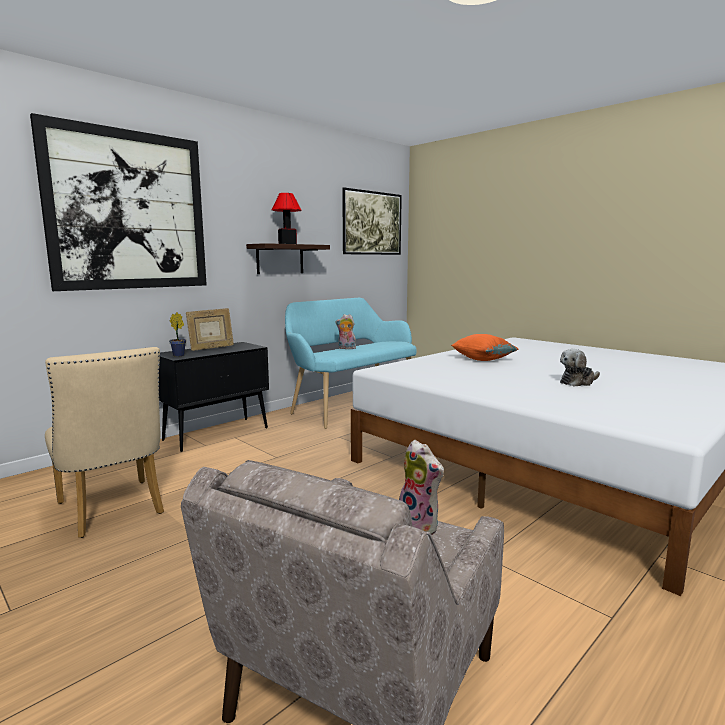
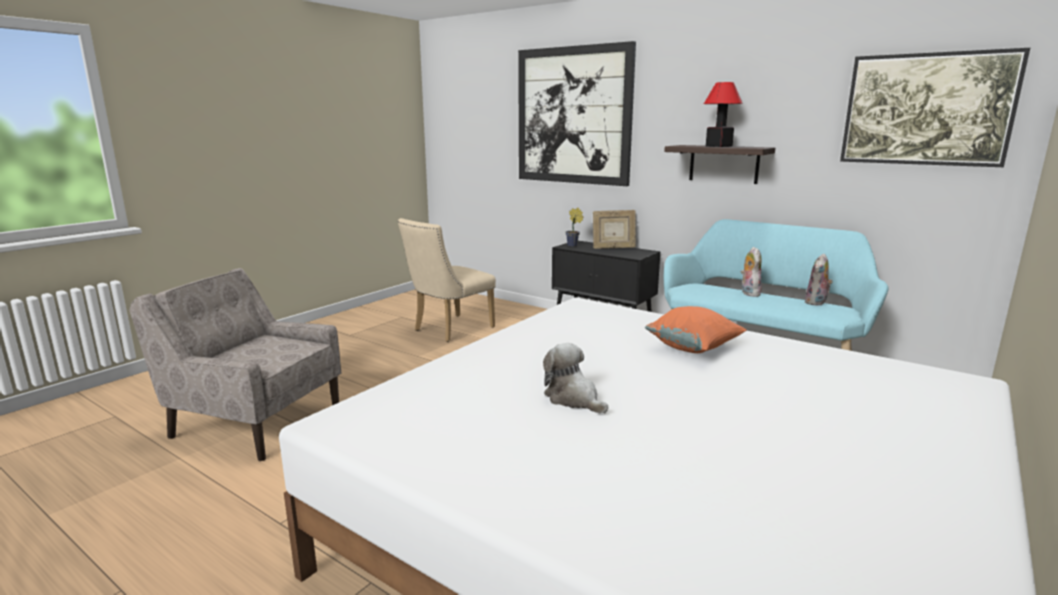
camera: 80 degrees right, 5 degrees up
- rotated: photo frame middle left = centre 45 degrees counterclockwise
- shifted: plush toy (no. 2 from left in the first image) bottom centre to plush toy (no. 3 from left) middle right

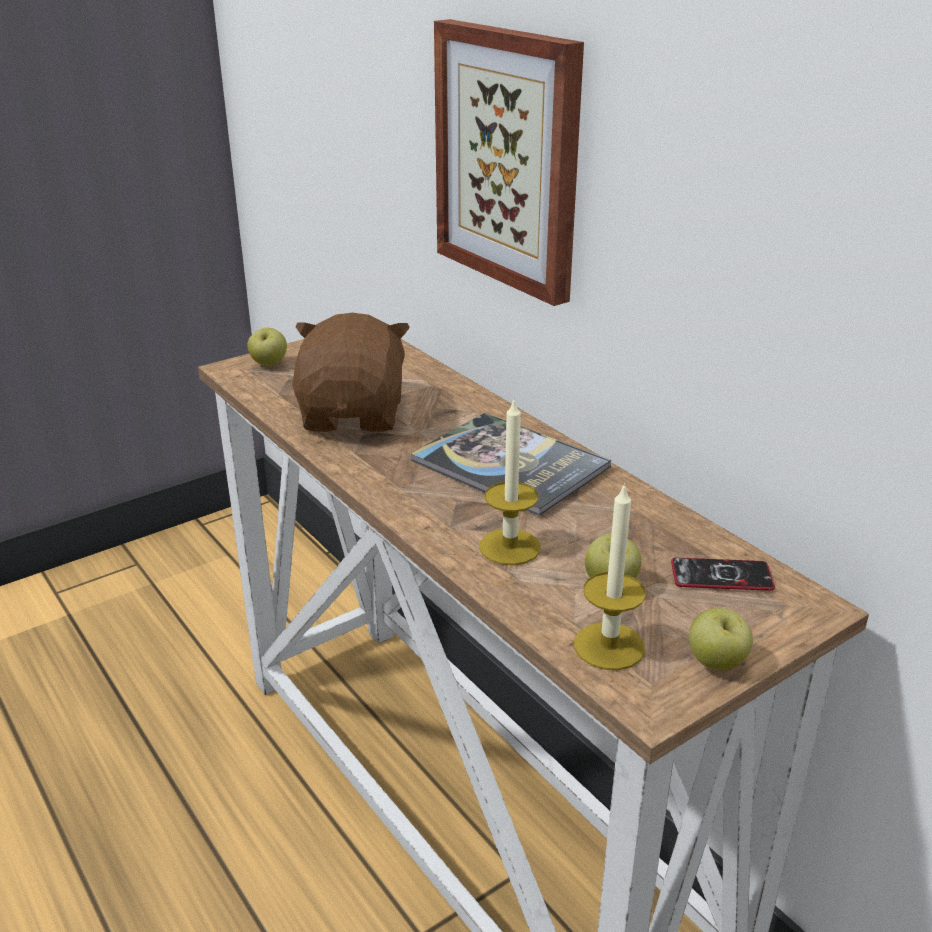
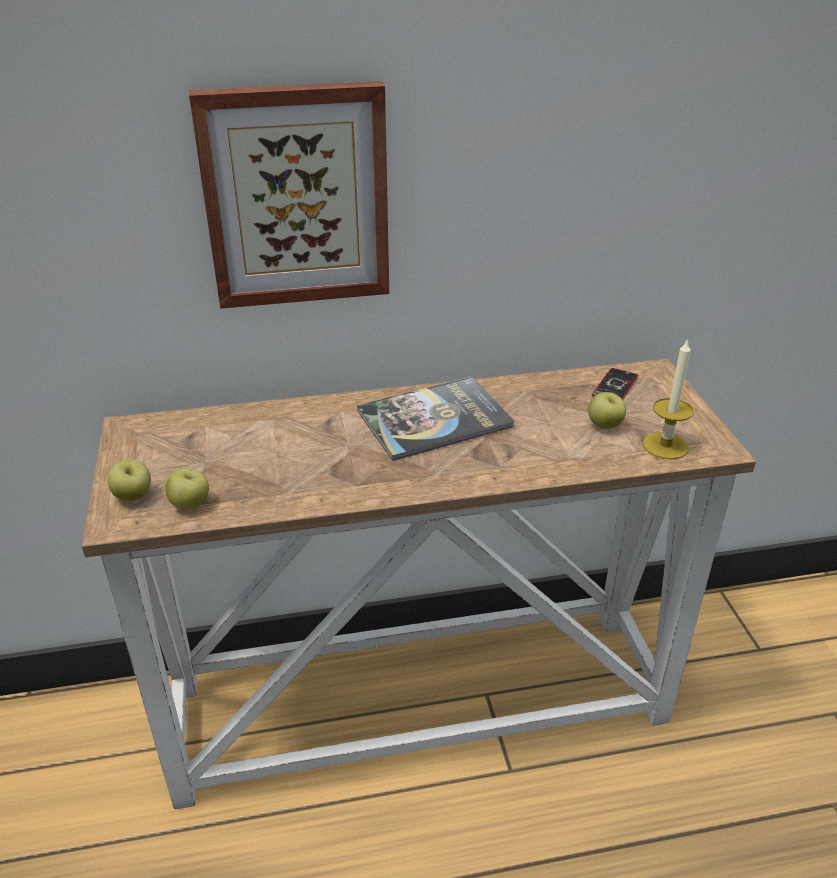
camera: 65 degrees left, 5 degrees up
- gone: brown plush toy centre
- gone: candle (no. 1 from left) centre
- shifted: whole apple (no. 3 from left in the first image) bottom right to whole apple (no. 2 from left) middle left

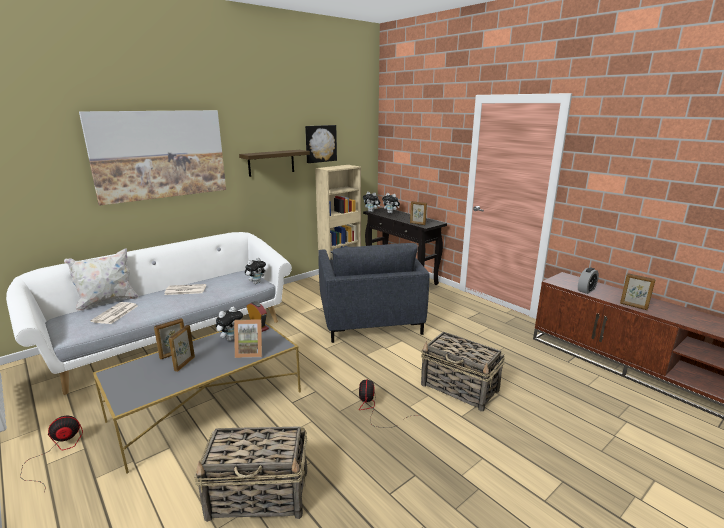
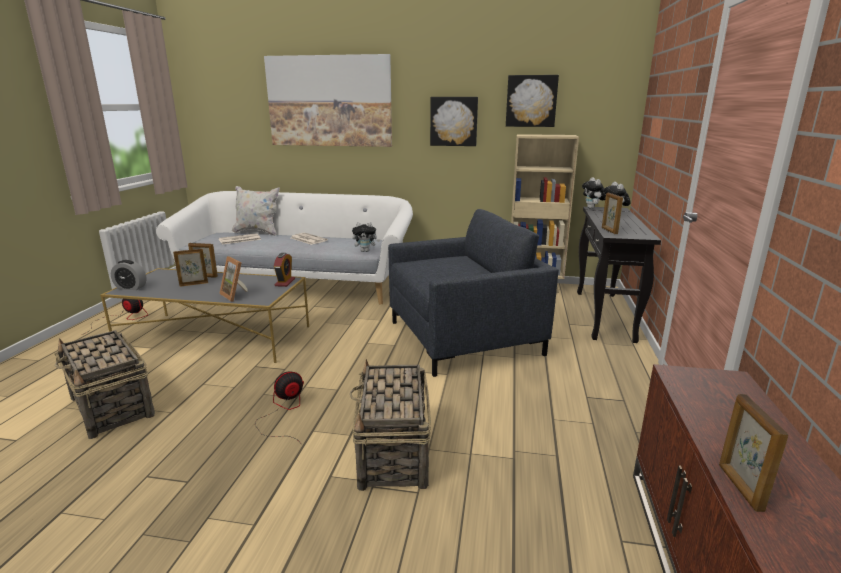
camera: 50 degrees right, 0 degrees up
- gone: plush toy (no. 1 from left) middle left
- swapped: wall shelf top centre to wall art (no. 2 from left) top centre
- rotated: greyish lounge chair centre = centre 150 degrees counterclockwise
- shifted: bedside clock (no. 2 from left in the first image) middle right to bedside clock (no. 1 from left) middle left

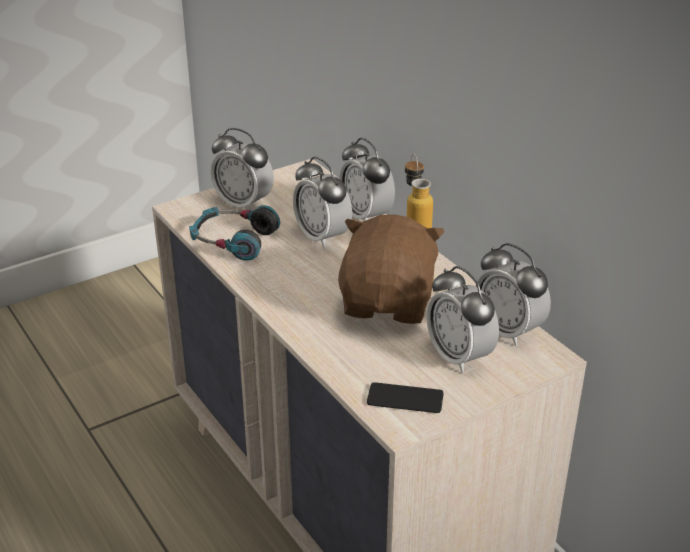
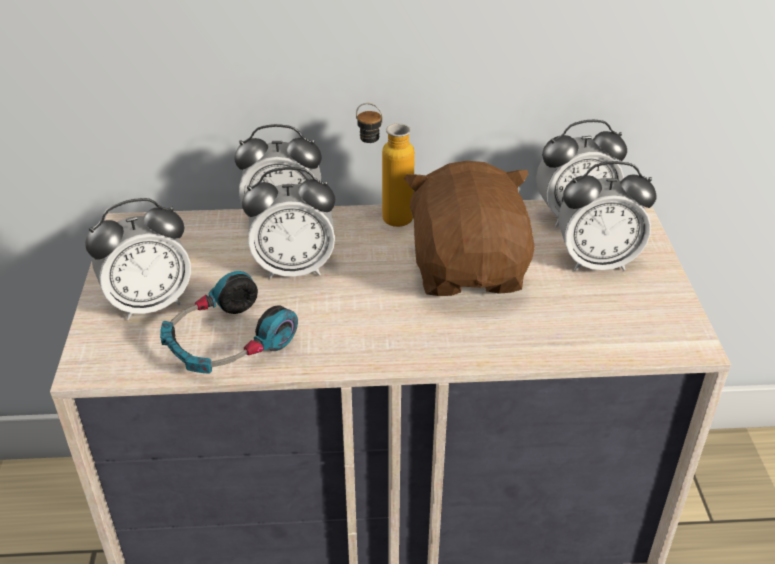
camera: 60 degrees left, 5 degrees up
- rotated: brown plush toy centre = centre 45 degrees clockwise
- gone: phone bottom centre

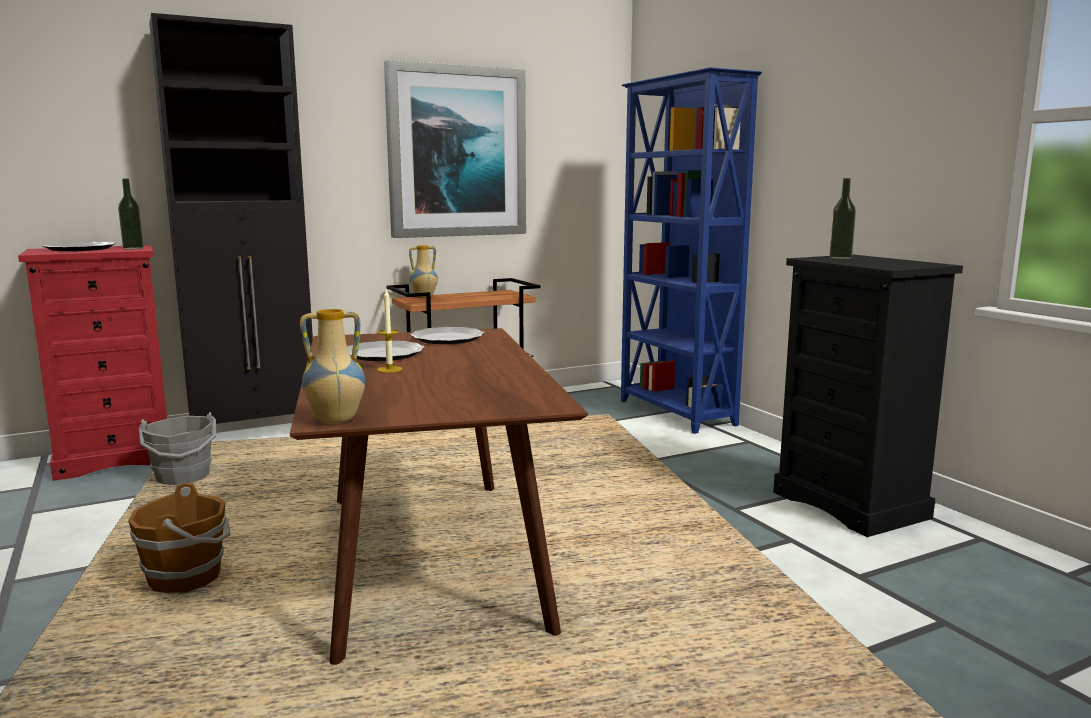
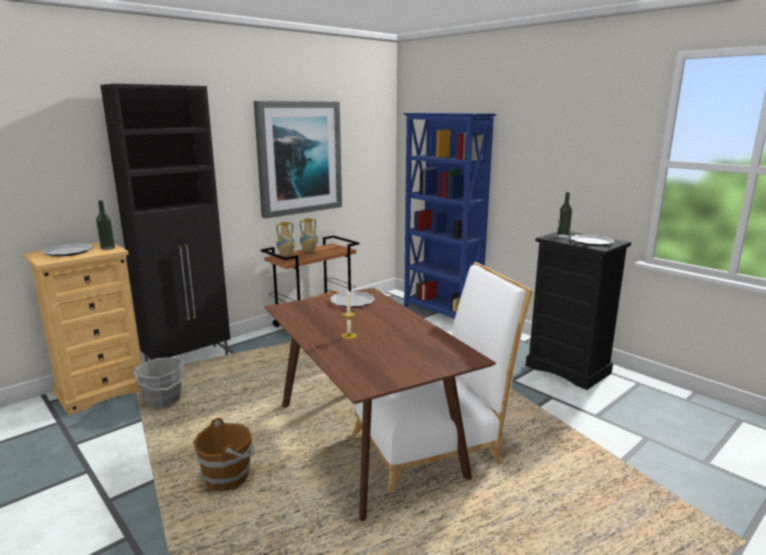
camera: 15 degrees left, 5 degrees up
- repainted: red-coloured dresser middle left to beige dresser middle left
- shifted: vase (no. 1 from left in the first image) middle left to vase (no. 2 from left) centre
- shifted: dinner plate (no. 2 from left in the first image) centre to dinner plate (no. 3 from left) middle right
- new: white-coloured chair bottom centre

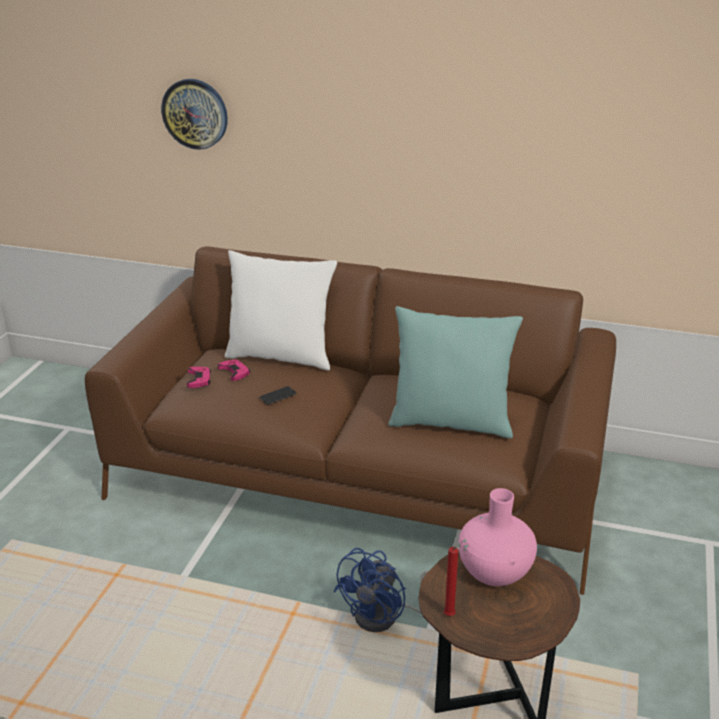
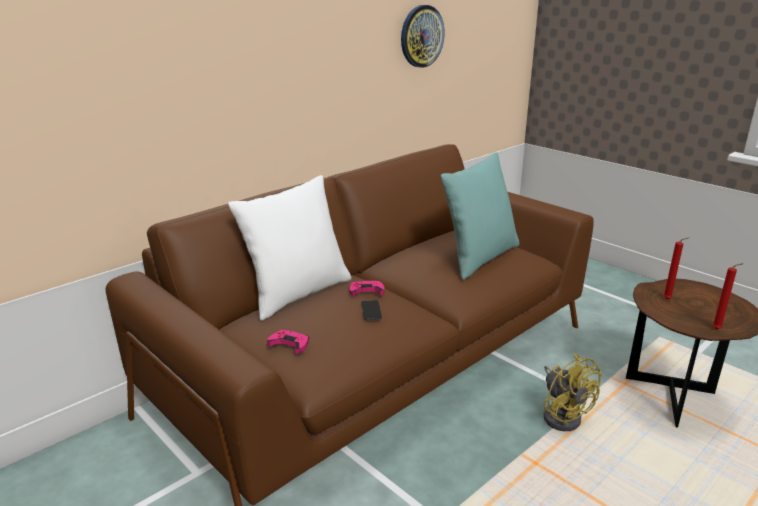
camera: 60 degrees left, 5 degrees down
- shifted: clock on the wall top left to top centre
- shifted: pink joypad (no. 2 from left) middle left to centre
- repainted: blue-coloured cooling fan bottom centre to yellow cooling fan bottom right
- swapped: pink vase bottom right to red-coloured candle (no. 1 from left) middle right

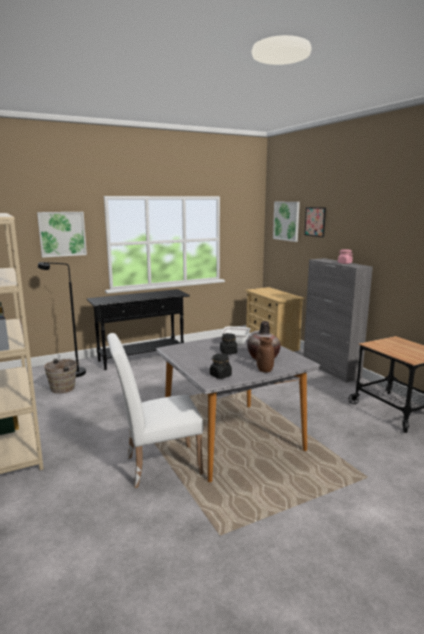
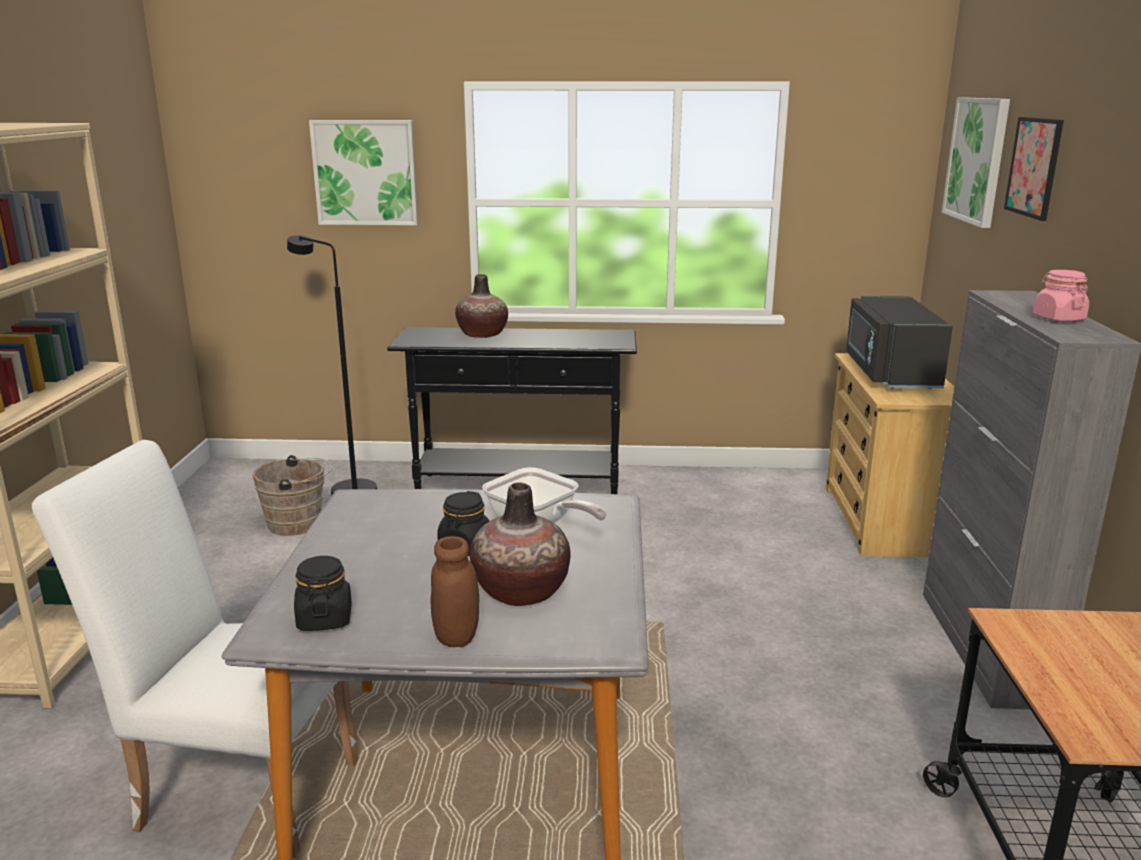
camera: 30 degrees right, 5 degrees up
- new: vase (no. 1 from left) centre
- new: blackish kitchen microwave middle right

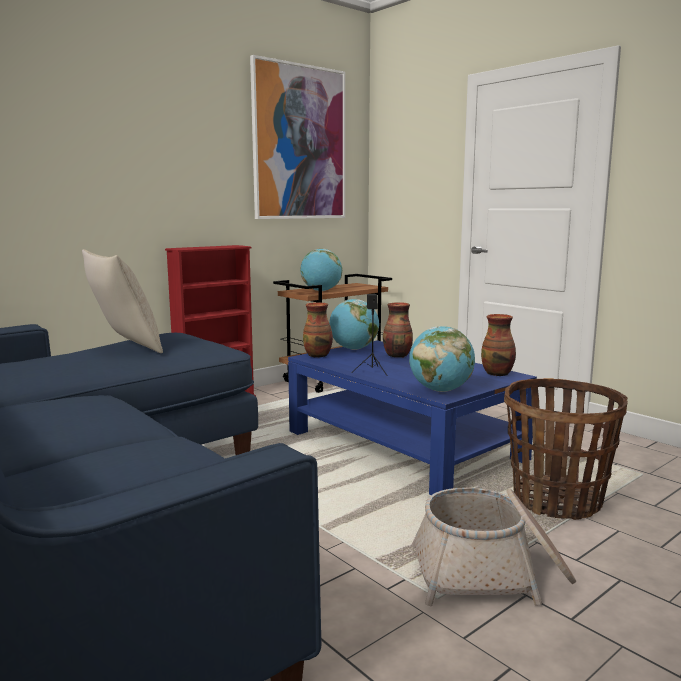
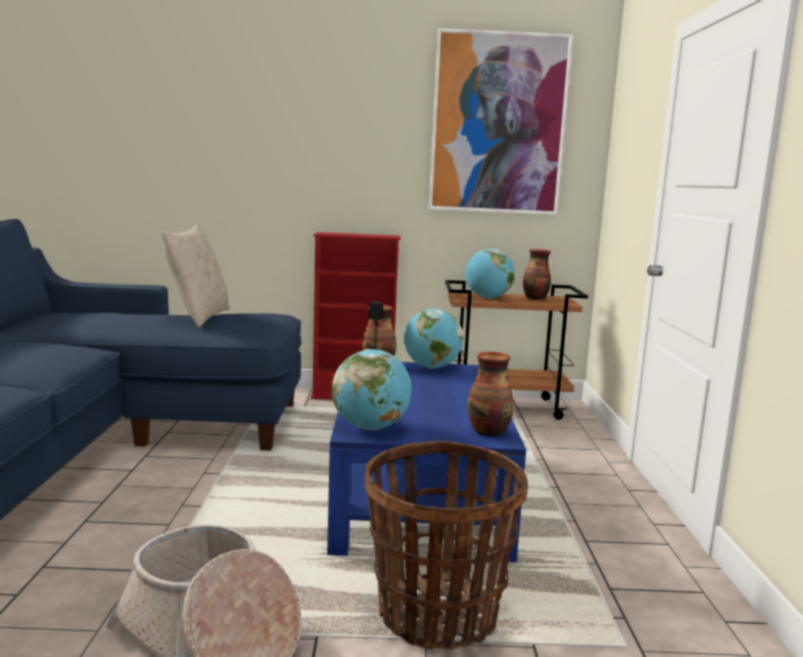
camera: 40 degrees right, 0 degrees up
- shifted: vase (no. 2 from left in the first image) centre to vase (no. 3 from left) middle right

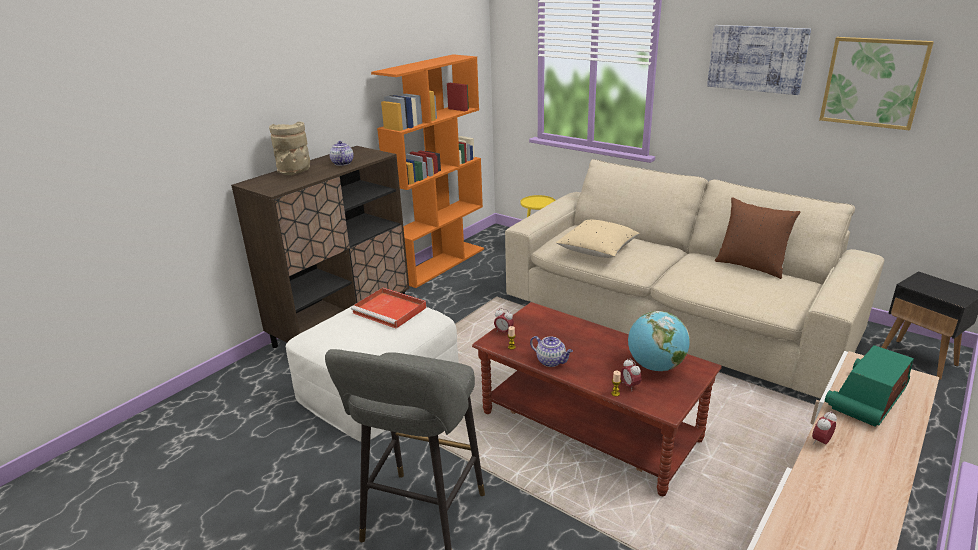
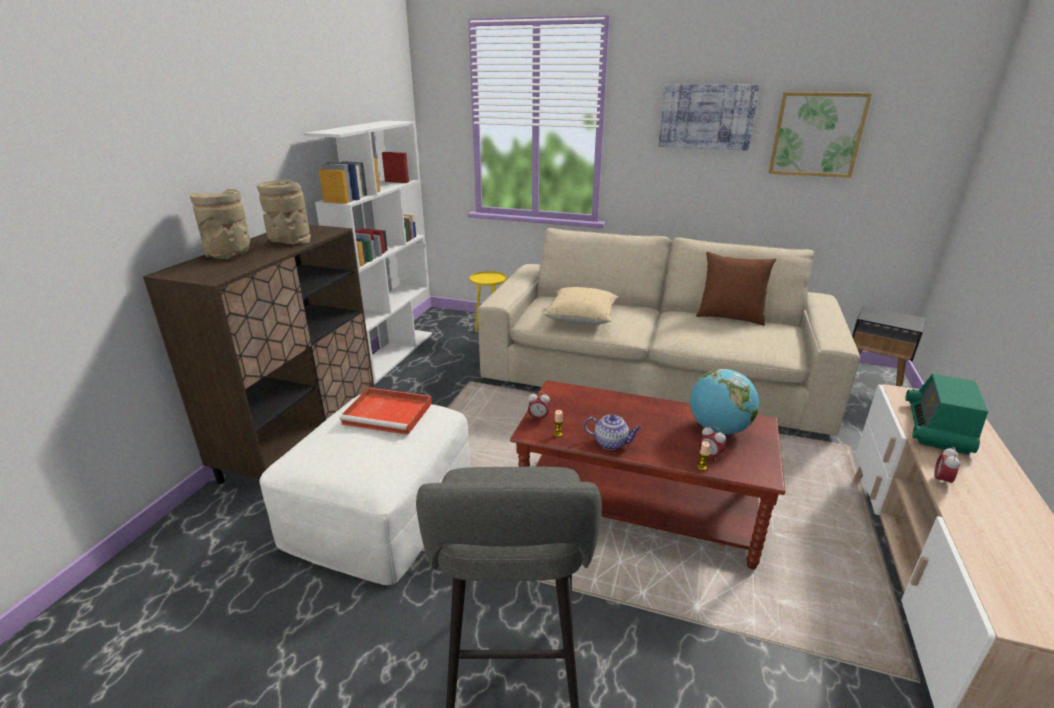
camera: 20 degrees left, 0 degrees up
- swapped: tea pot (no. 1 from left) top centre to beige vase (no. 2 from left) top left
- repainted: orange bookcase top centre to white-coloured bookcase centre

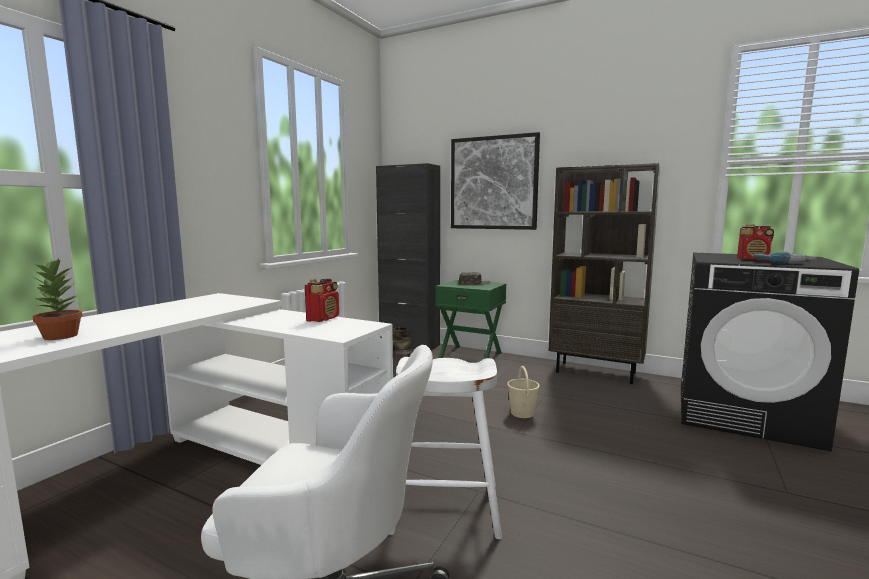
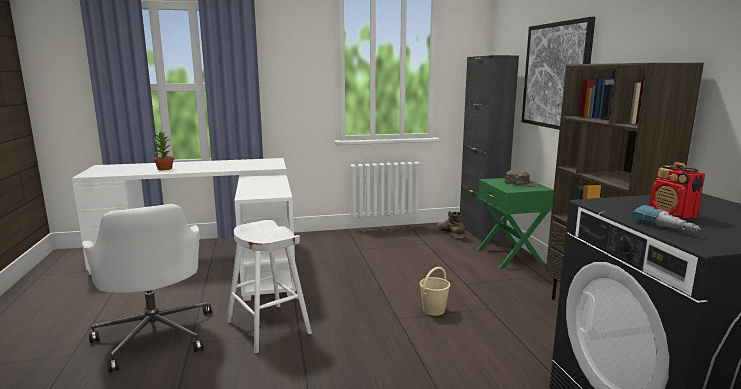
camera: 50 degrees right, 5 degrees up
- gone: radio receiver (no. 1 from left) centre

